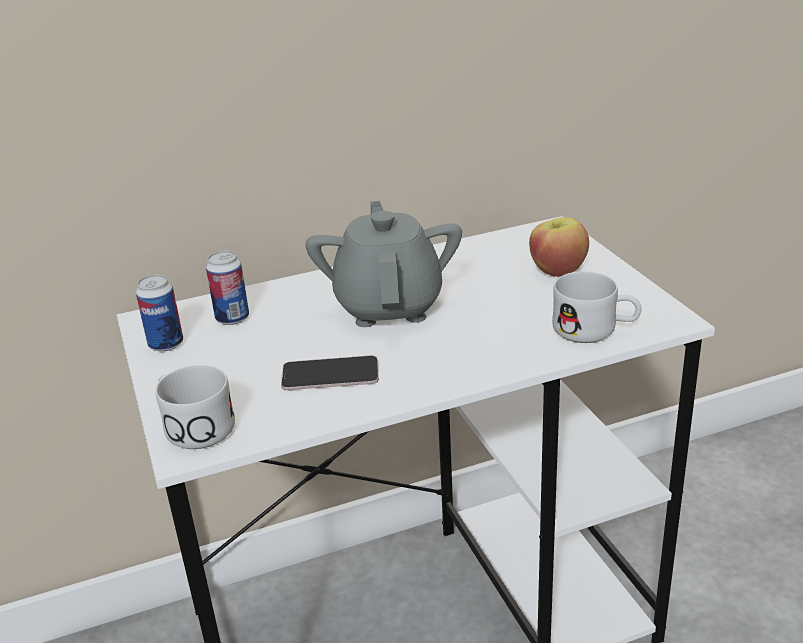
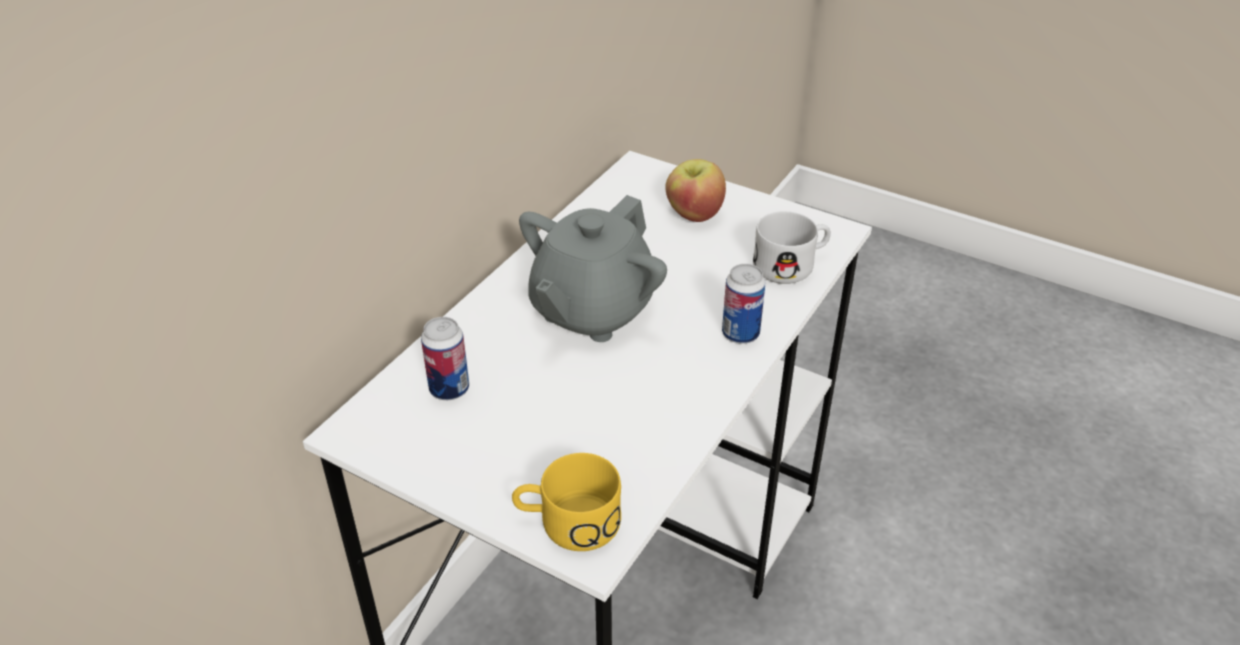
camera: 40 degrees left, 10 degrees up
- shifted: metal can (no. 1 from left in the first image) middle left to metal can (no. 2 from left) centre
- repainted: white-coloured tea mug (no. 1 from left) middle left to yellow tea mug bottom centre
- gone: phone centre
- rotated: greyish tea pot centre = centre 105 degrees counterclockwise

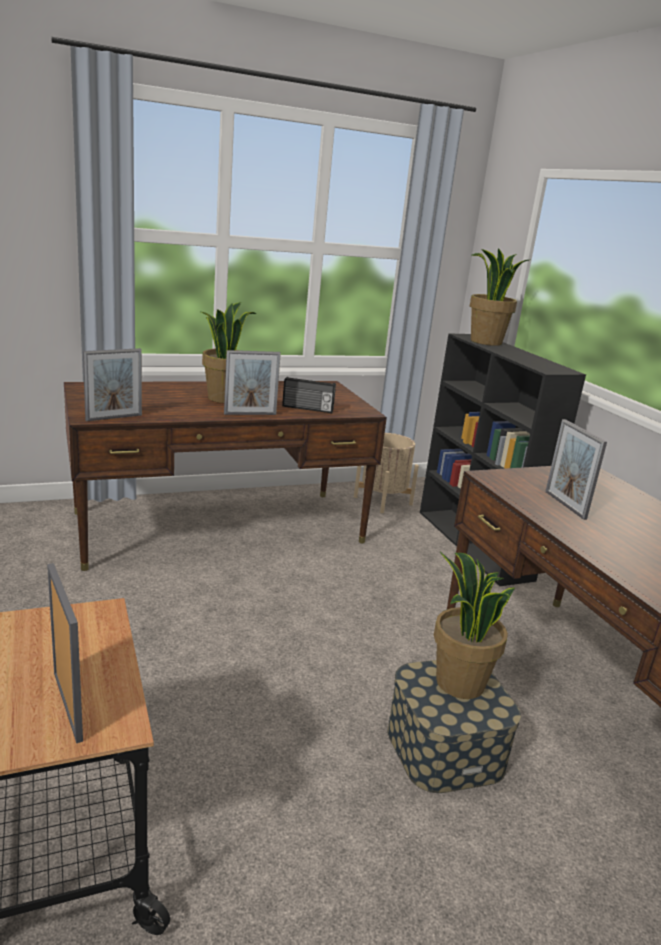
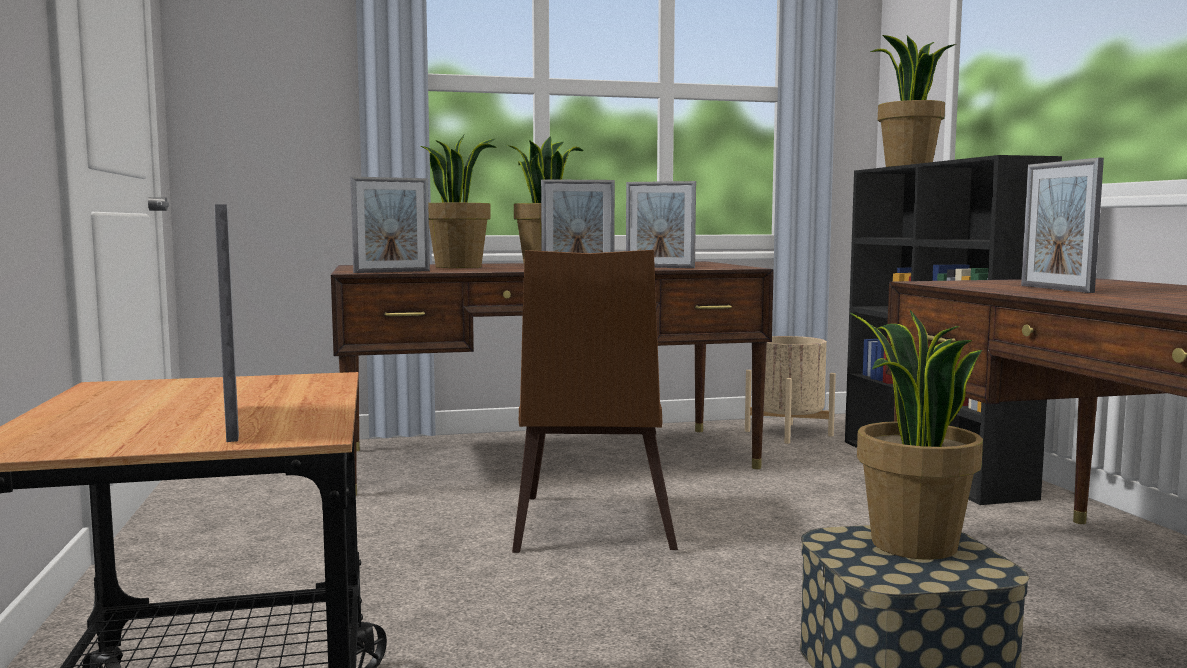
camera: 10 degrees right, 15 degrees down
- swapped: radio receiver centre to photo frame (no. 4 from left) centre
- new: houseplant (no. 1 from left) top centre
- new: brown chair centre

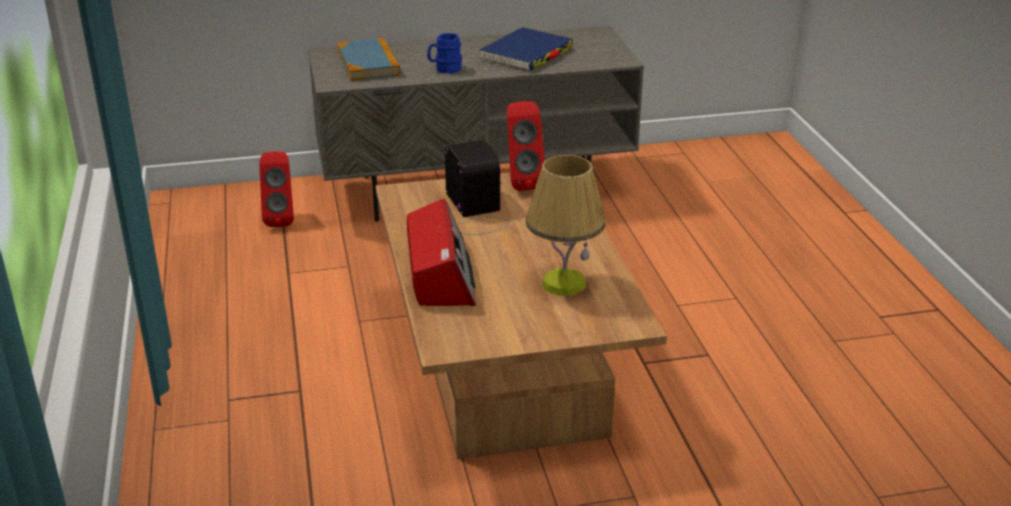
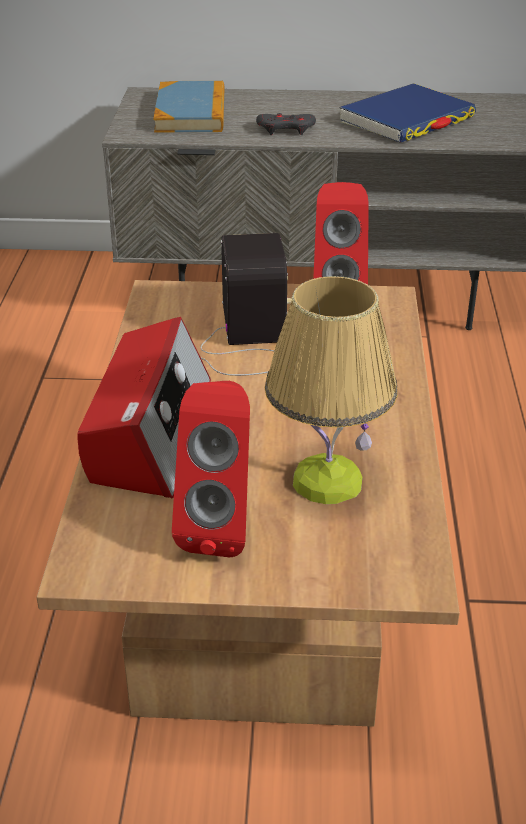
camera: 15 degrees right, 5 degrees up
- shifted: red-coloured audio speaker (no. 1 from left) middle left to centre
- swapped: blue-coloured tea mug top centre to greyish joypad top centre

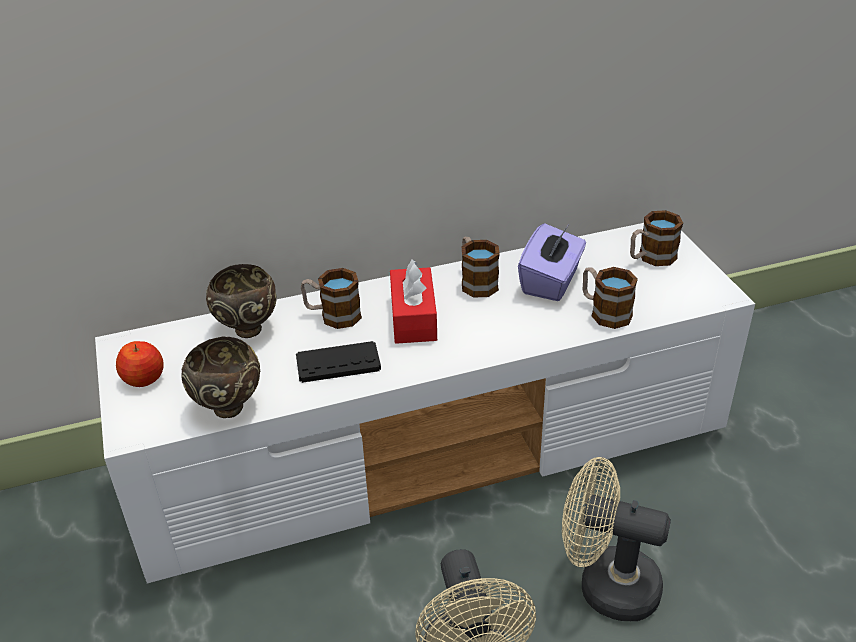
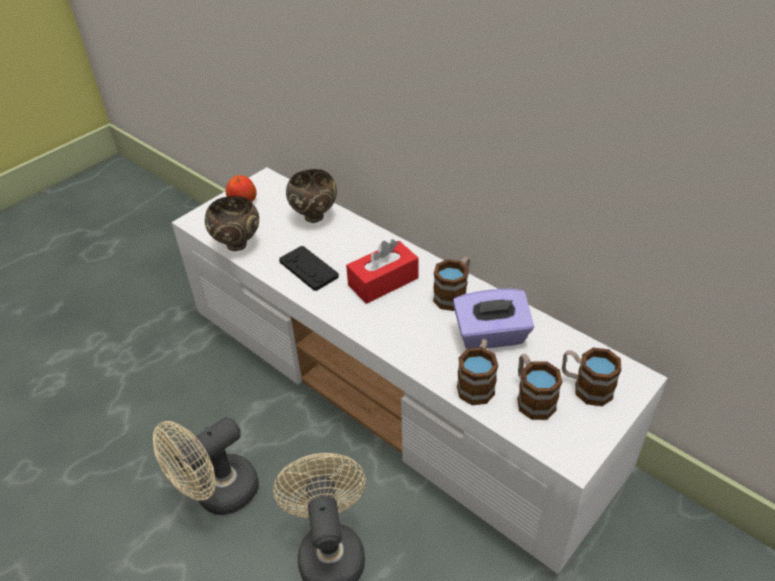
camera: 60 degrees right, 5 degrees up
- shifted: tea mug (no. 1 from left in the first image) centre to tea mug (no. 3 from left) middle right

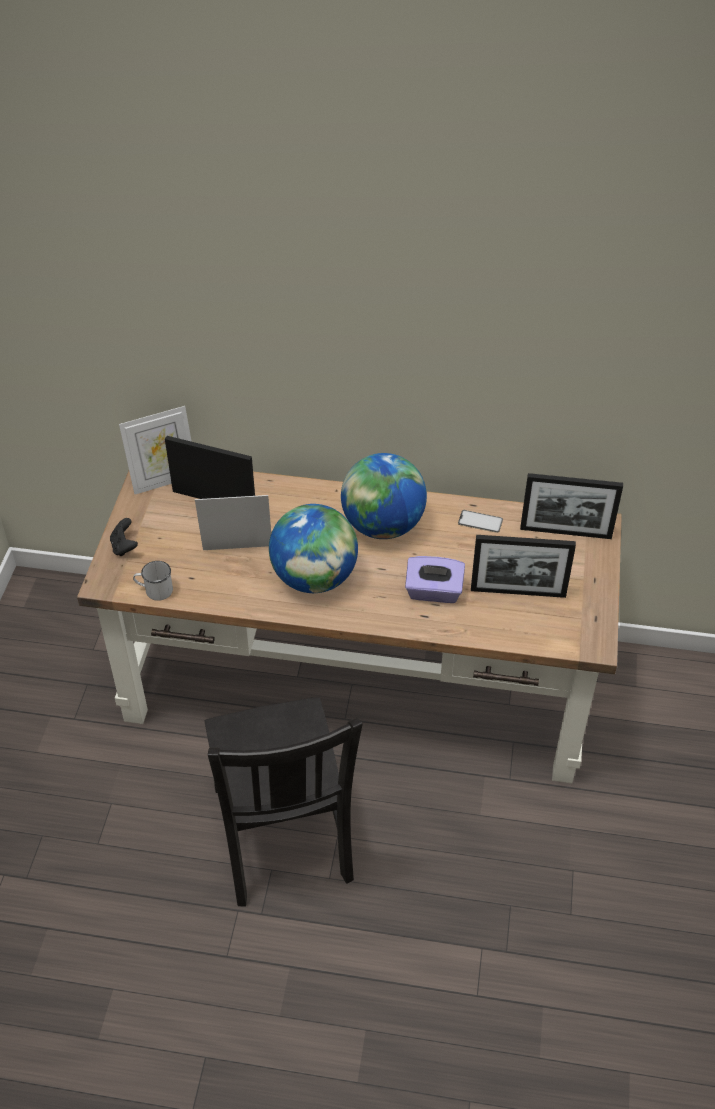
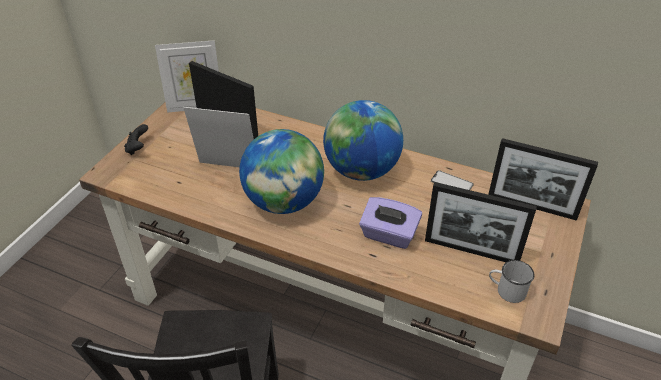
camera: 15 degrees right, 5 degrees down
- shifted: white-coloured tea mug middle left to bottom right

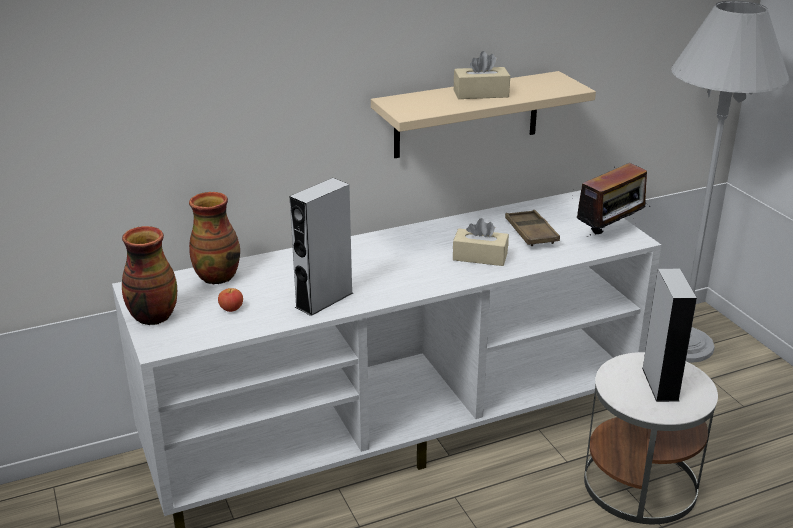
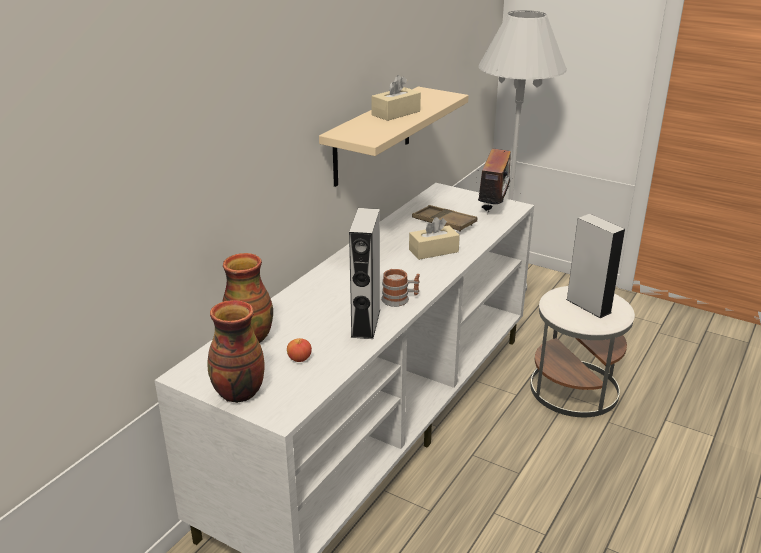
camera: 35 degrees left, 0 degrees up
- new: tea mug centre

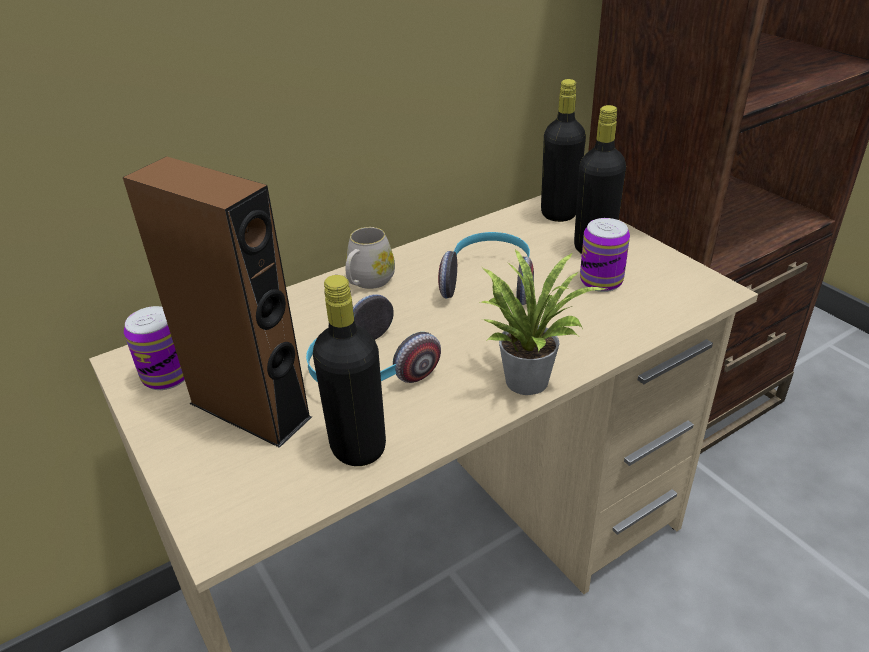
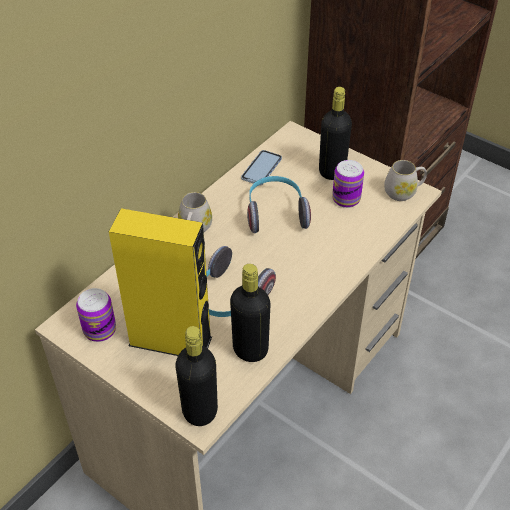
camera: 20 degrees left, 10 degrees up
- repainted: brown audio speaker middle left to yellow audio speaker middle left
- gone: houseplant centre
- shifted: blackish drink bottle (no. 2 from left in the first image) top centre to blackish drink bottle (no. 1 from left) bottom centre
- new: phone top centre
- new: white-coloured tea mug (no. 2 from left) middle right

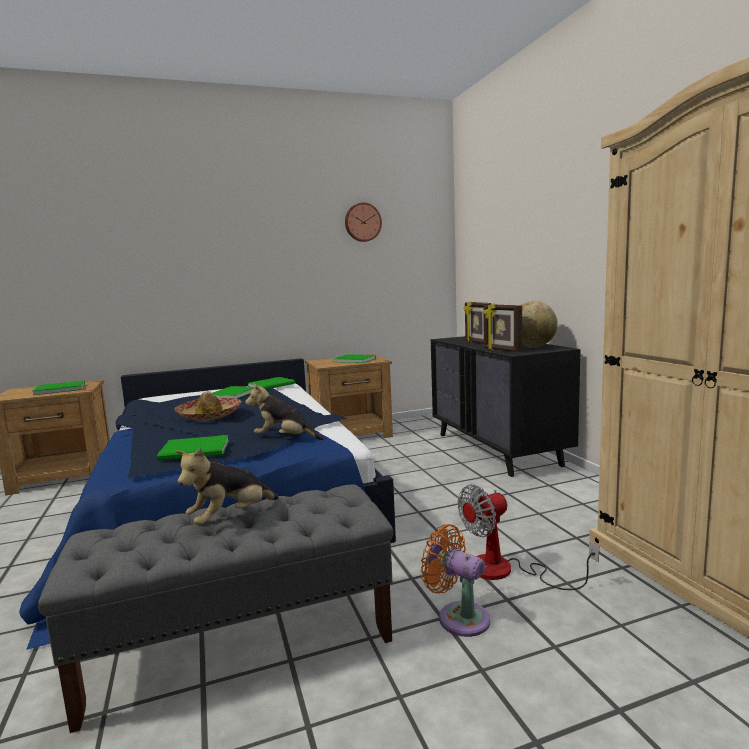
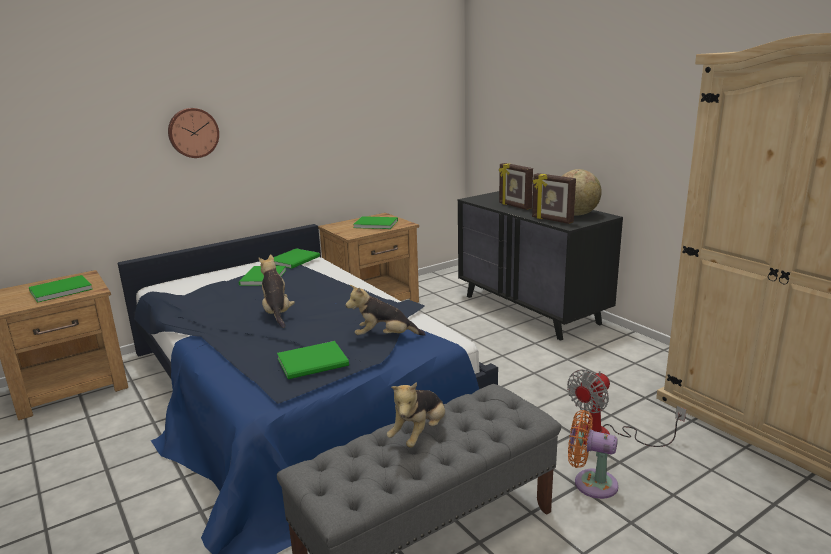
camera: 15 degrees left, 10 degrees up
- swapped: clothing hat middle left to plush toy (no. 1 from left) middle left
- shifted: clock on the wall top centre to top left

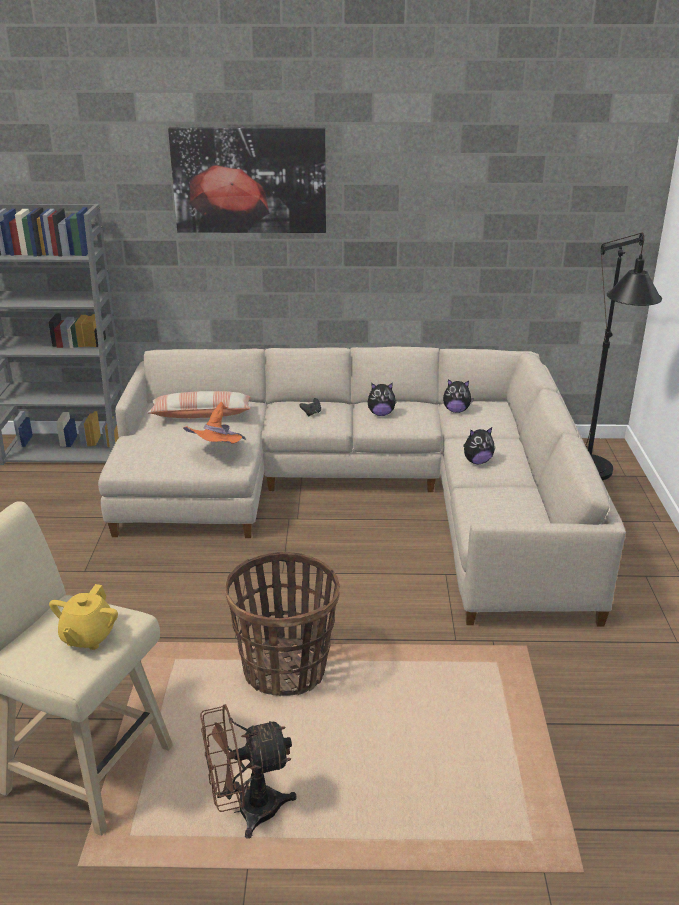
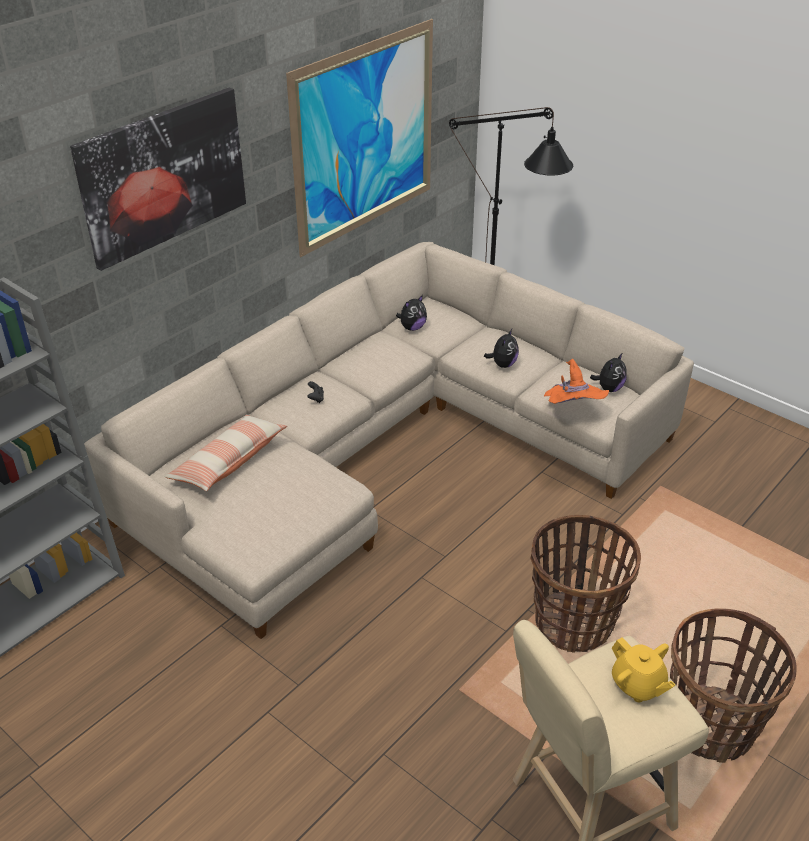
camera: 50 degrees left, 10 degrees up
- shifted: orange clothing hat middle left to middle right
- swapped: brown cooling fan bottom centre to storage basket (no. 2 from left) bottom right
- shifted: plush toy (no. 1 from left in the first image) centre to plush toy (no. 3 from left) middle right
- new: wall art (no. 2 from left) top centre

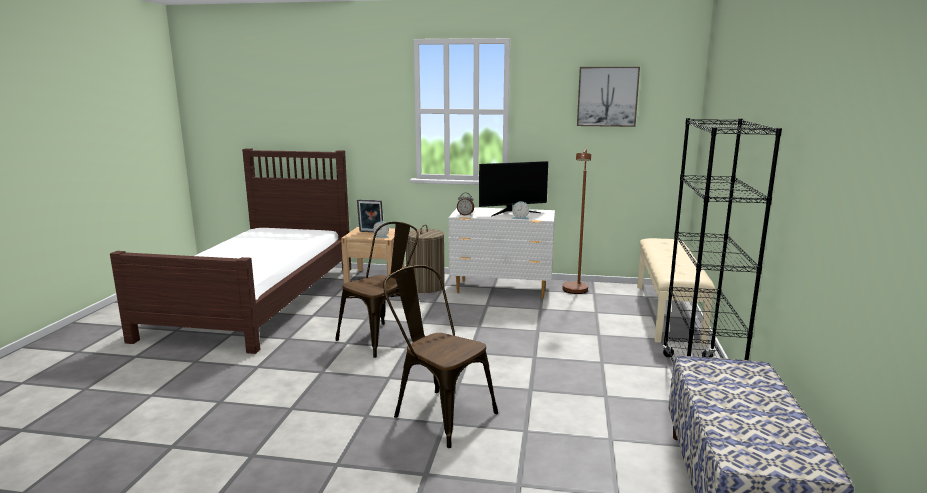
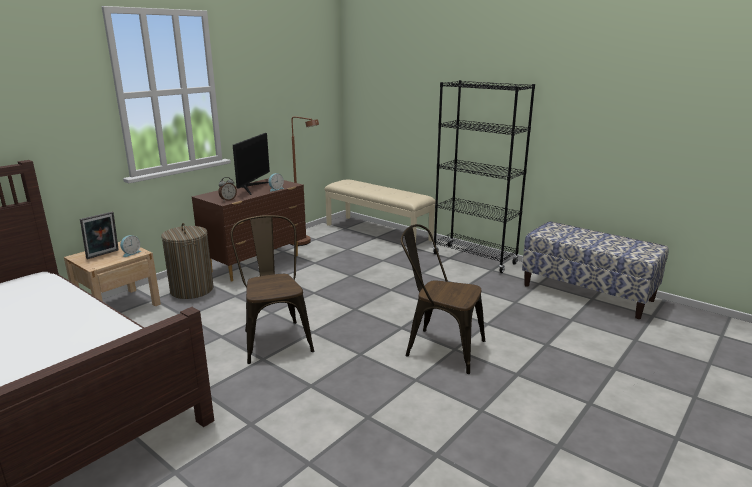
camera: 60 degrees left, 5 degrees up
- rotated: brown chair (no. 2 from left) bottom centre = centre 45 degrees clockwise
- repainted: white-coloured dresser centre to brown dresser middle left
- gone: wall art top centre

